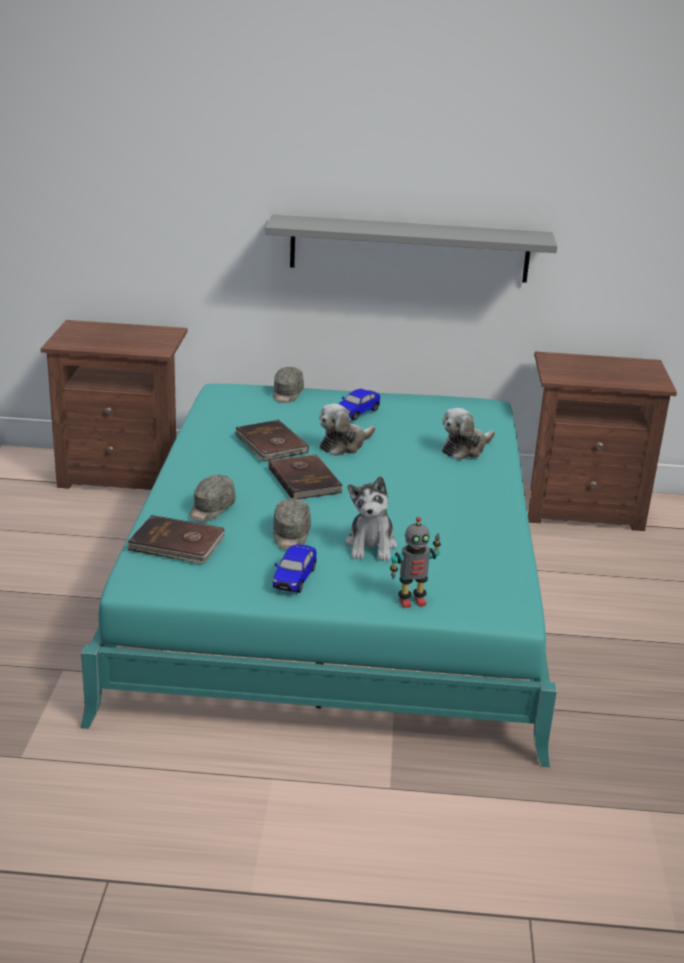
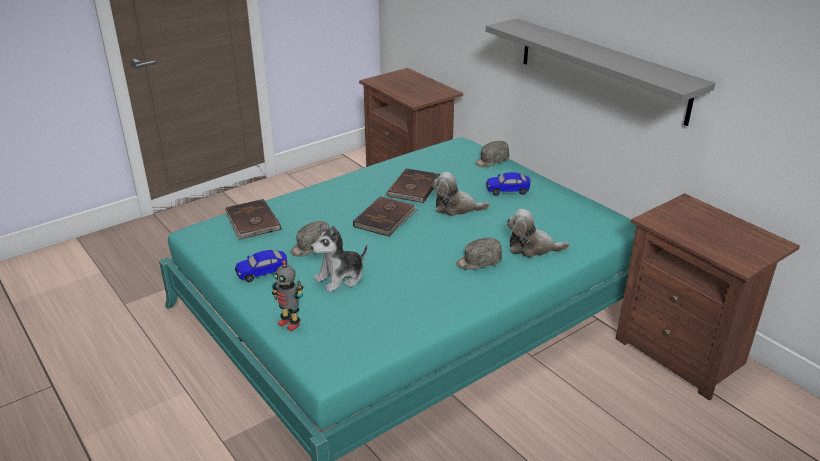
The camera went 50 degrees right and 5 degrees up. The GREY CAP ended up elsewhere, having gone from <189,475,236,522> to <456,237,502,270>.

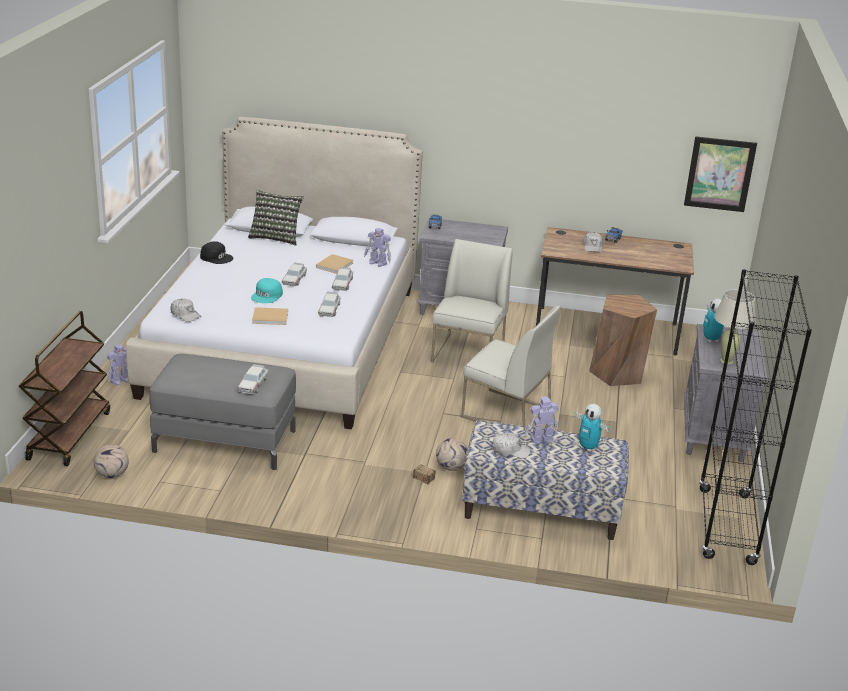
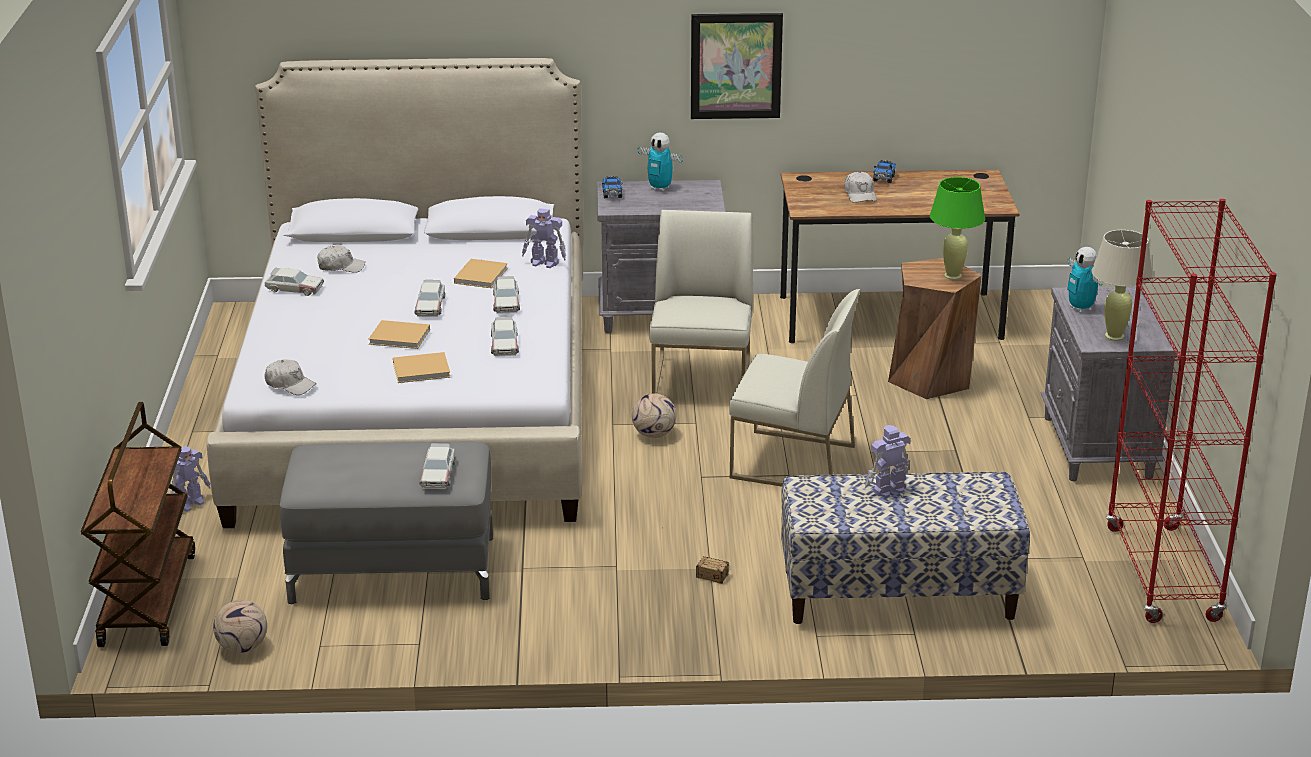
The camera went 10 degrees left and 0 degrees up. Where the BLACK CAP stood at <200,241,234,264>, the TOY CAR came to stand at <265,268,324,296>. The WHITE CAP ended up elsewhere, having gone from <493,433,531,459> to <317,245,365,273>. Where the TURQUOISE CAP stood at <251,278,283,303>, the BEIGE BOOK came to stand at <369,320,430,349>. The FOOTBALL ended up elsewhere, having gone from <436,438,468,471> to <632,393,676,438>. The TOY ROBOT ended up elsewhere, having gone from <574,404,611,452> to <638,133,683,192>. The PICTURE ended up elsewhere, having gone from <684,136,757,212> to <691,13,783,119>. The second view gained the GREEN TABLE LAMP at <930,177,985,280>. What was the BLACK BOOKCASE at <699,269,812,565> turned into the RED BOOKCASE at <1106,199,1277,623>. The second view lost the PILLOW at <248,190,304,246>.

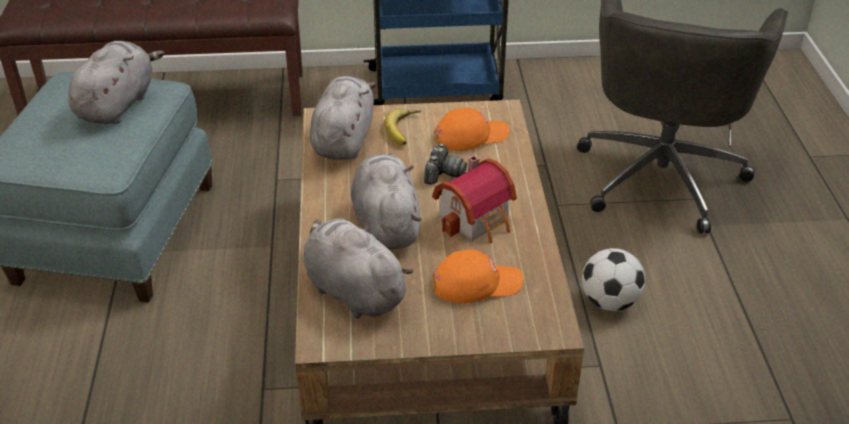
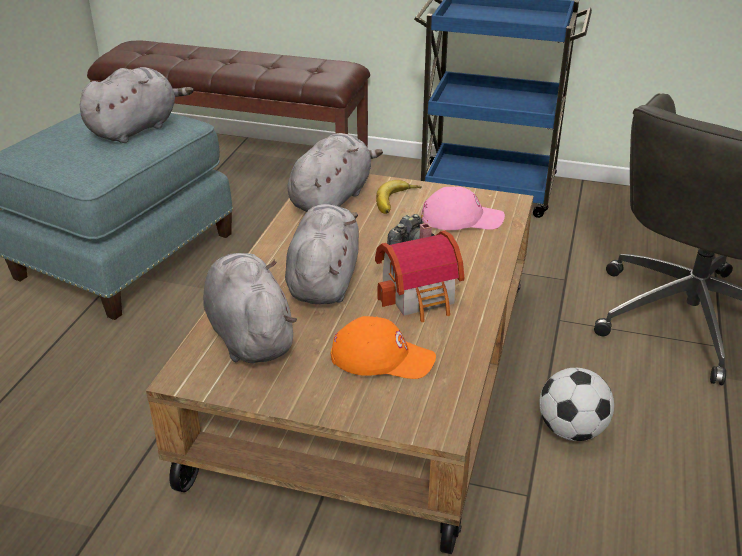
The camera went 20 degrees right and 5 degrees down. What was the ORANGE CAP at <434,107,509,151> turned into the PINK CAP at <421,187,505,230>.

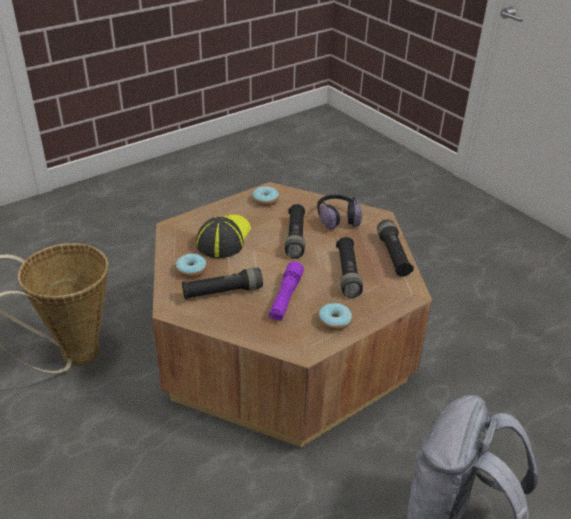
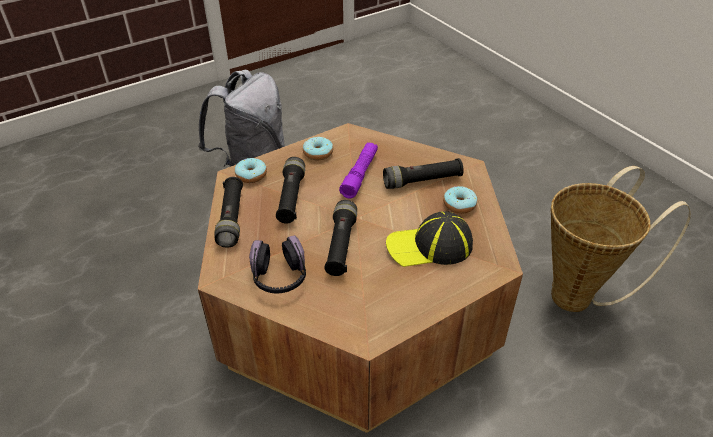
The camera went 175 degrees left and 5 degrees up. The DONUT ended up elsewhere, having gone from <252,186,279,206> to <235,158,267,183>. The CAP at <196,215,251,258> ended up facing another way, 60 degrees clockwise from before.

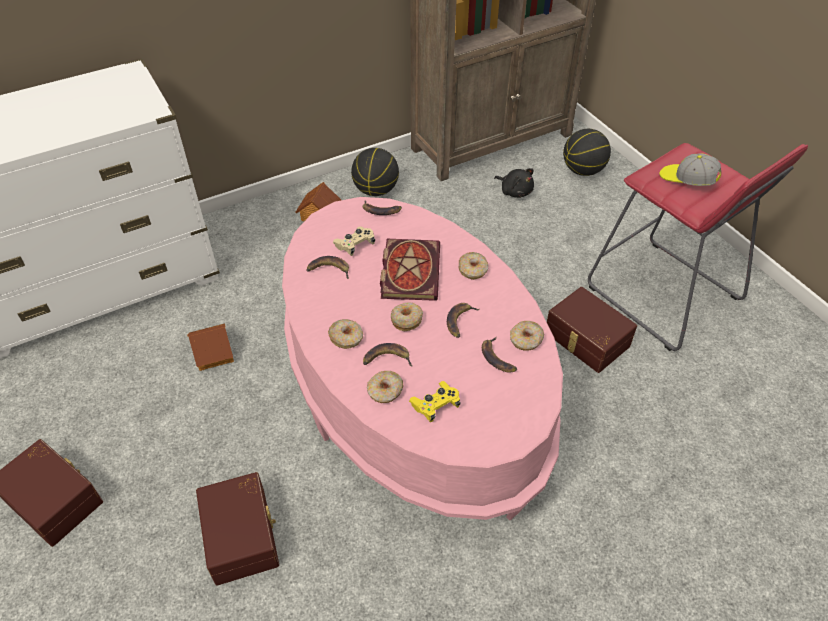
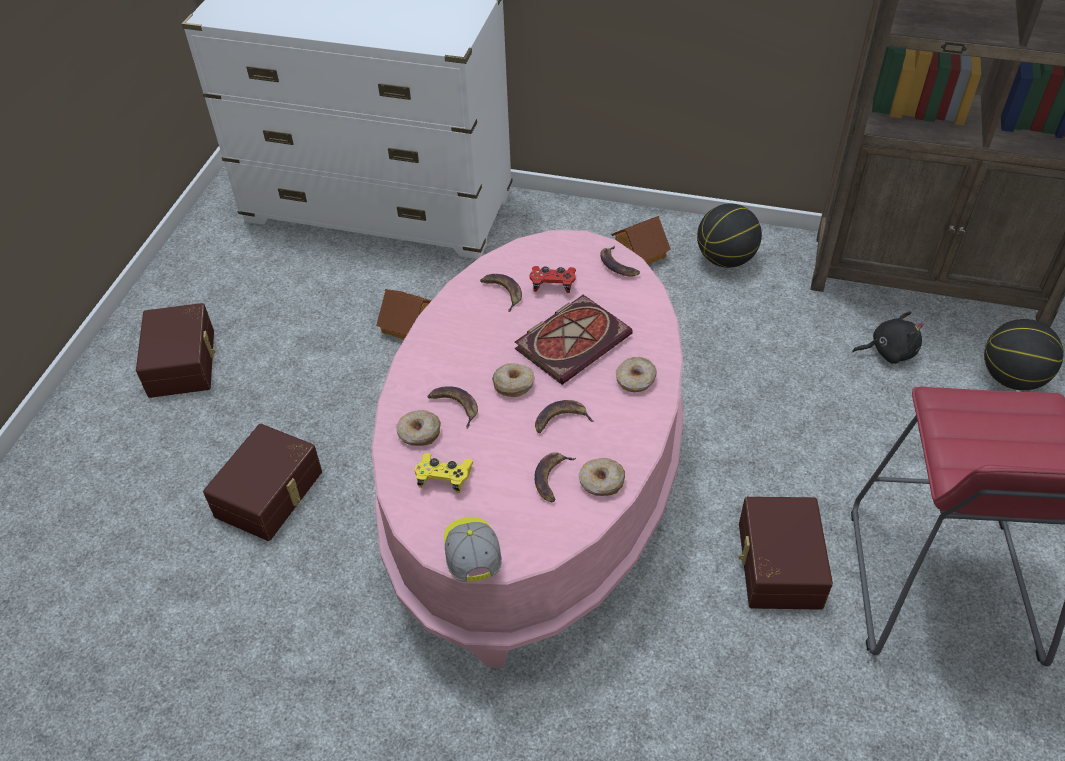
The camera went 45 degrees right and 0 degrees up. The CAP ended up elsewhere, having gone from <659,153,721,186> to <444,517,502,582>. What was the BEIGE GAME CONTROLLER at <333,226,375,256> turned into the RED GAME CONTROLLER at <530,266,576,293>. The BLACK PLUSH TOY at <494,168,534,198> ended up facing another way, 90 degrees counterclockwise from before. The second view lost the DONUT at <328,319,363,349>.

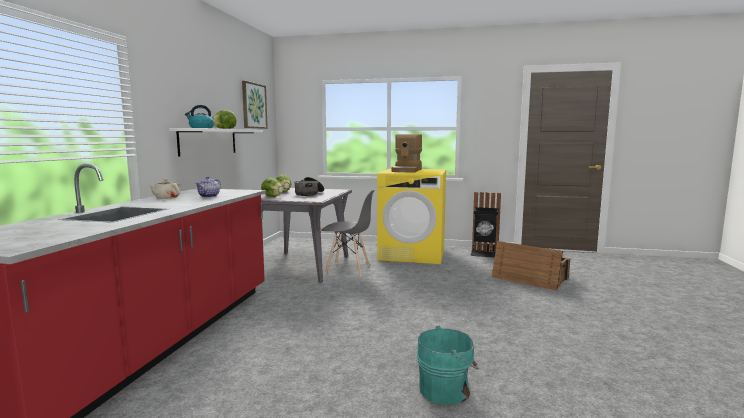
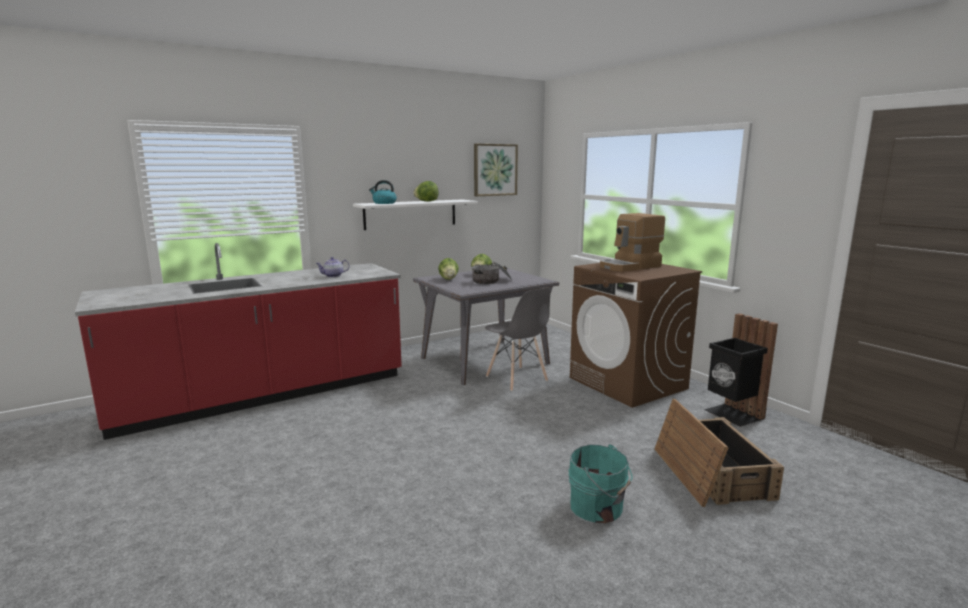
The camera went 45 degrees right and 5 degrees up. The TURQUOISE BUCKET ended up elsewhere, having gone from <417,326,479,405> to <568,444,633,523>. What was the YELLOW WASHING MACHINE at <377,169,446,264> turned into the BROWN WASHING MACHINE at <570,263,702,408>. The second view lost the BEIGE TEAPOT at <148,179,181,199>.

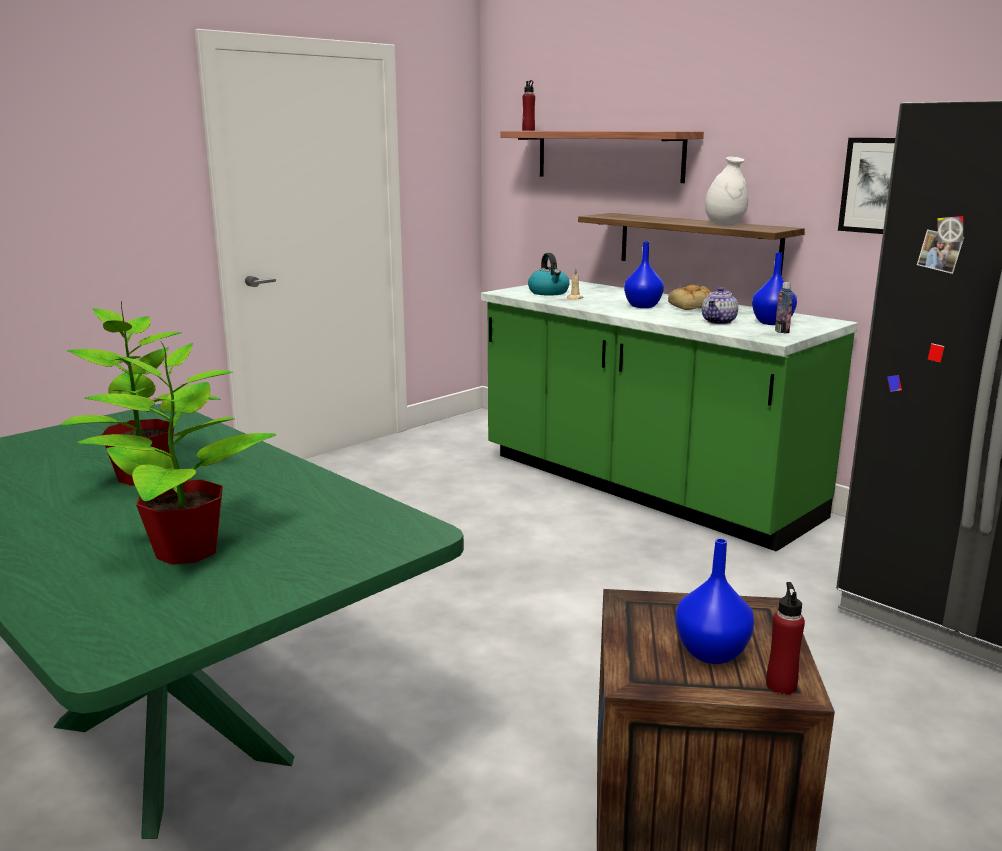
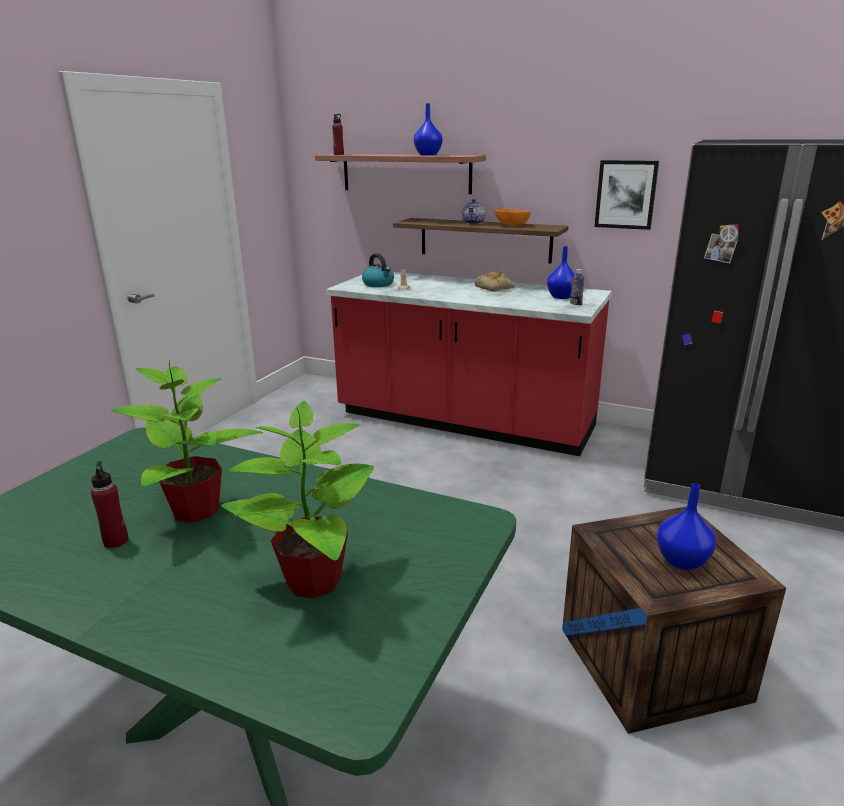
The camera went 20 degrees left and 5 degrees up. The RED BOTTLE ended up elsewhere, having gone from <766,582,805,695> to <91,461,128,548>. What was the GREEN COUNTER at <481,280,858,552> turned into the RED COUNTER at <326,272,612,456>. The BLUE VASE ended up elsewhere, having gone from <624,241,664,308> to <414,103,442,155>. The TEAPOT ended up elsewhere, having gone from <702,287,738,324> to <462,199,486,224>. Where the WHITE VASE stood at <705,157,748,226>, the ORANGE BOWL came to stand at <495,209,531,226>.

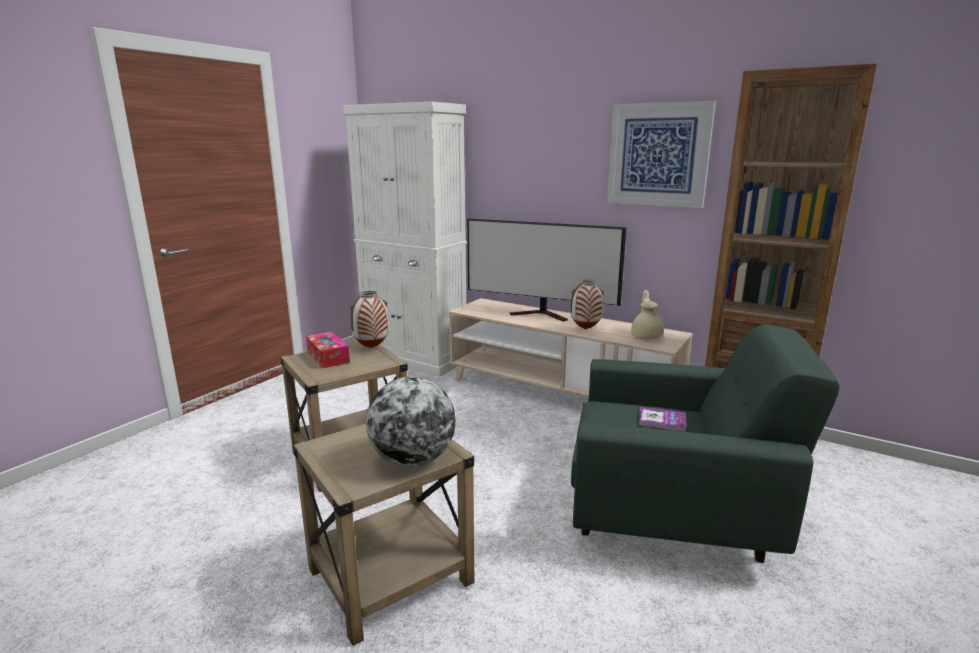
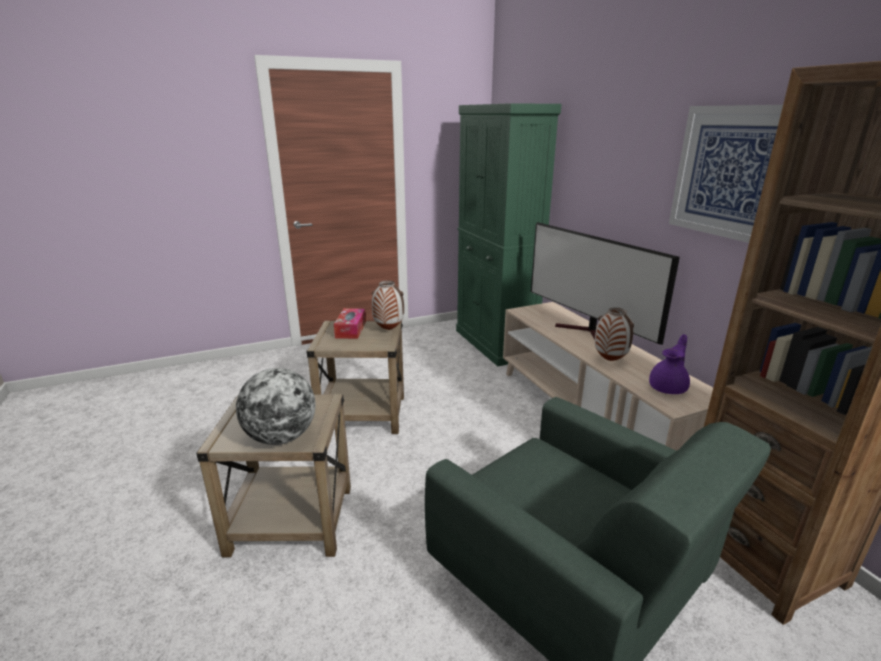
The camera went 35 degrees right and 5 degrees up. What was the WHITE CABINET at <343,102,467,377> turned into the GREEN CABINET at <456,103,561,366>. What was the BEIGE TEAPOT at <631,290,664,340> turned into the PURPLE TEAPOT at <649,334,690,394>. The second view lost the BOOK at <638,407,687,432>.

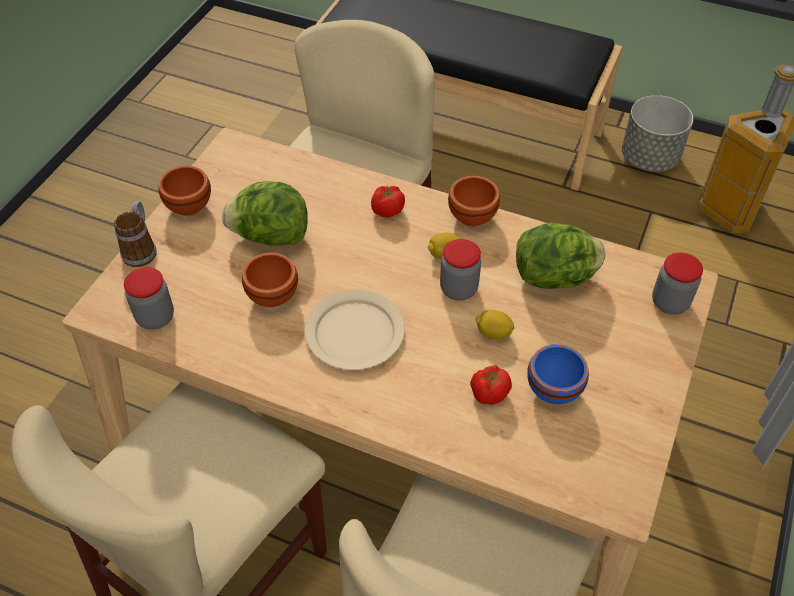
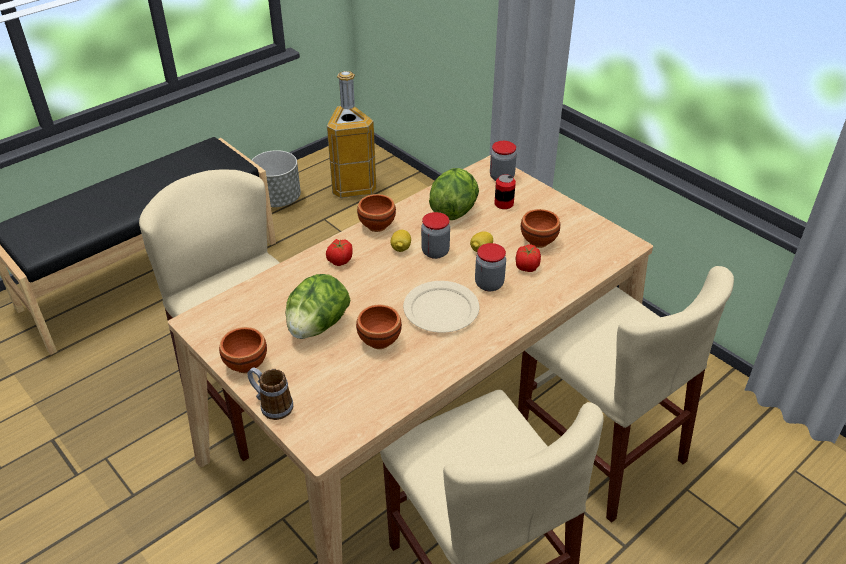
The camera went 65 degrees left and 10 degrees down. The JAR ended up elsewhere, having gone from <124,267,174,330> to <475,243,506,291>. The second view gained the CAN at <494,174,516,209>. What was the BLUE BOWL at <527,344,589,404> turned into the BROWN BOWL at <521,209,560,248>.

